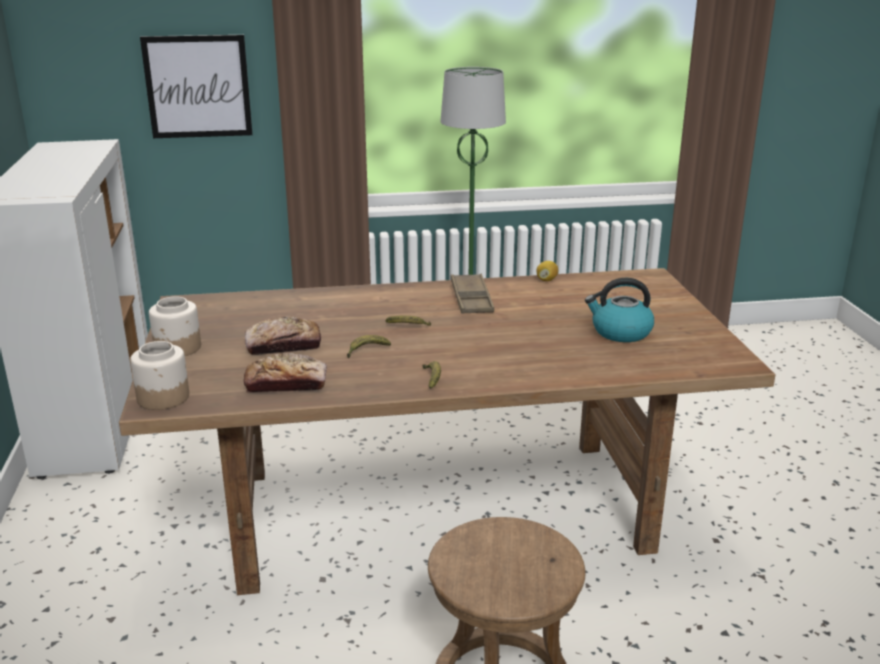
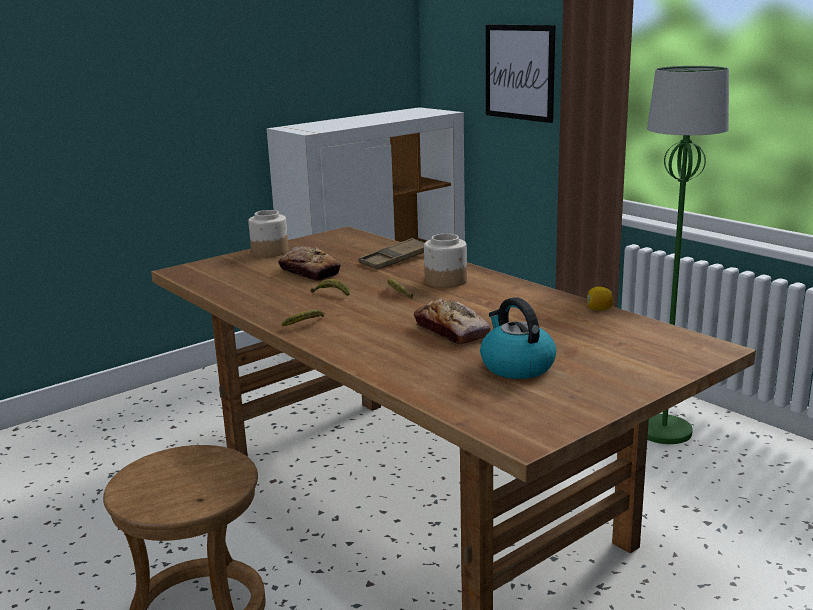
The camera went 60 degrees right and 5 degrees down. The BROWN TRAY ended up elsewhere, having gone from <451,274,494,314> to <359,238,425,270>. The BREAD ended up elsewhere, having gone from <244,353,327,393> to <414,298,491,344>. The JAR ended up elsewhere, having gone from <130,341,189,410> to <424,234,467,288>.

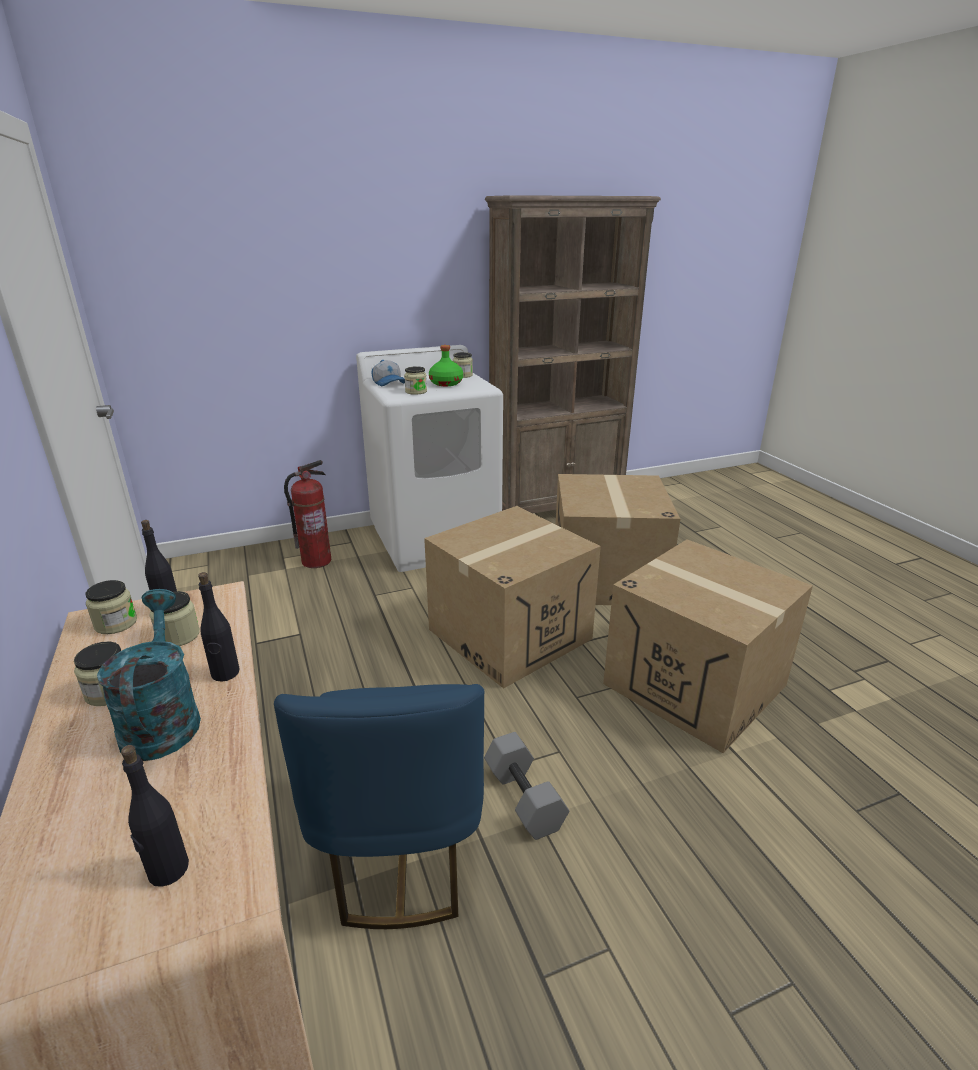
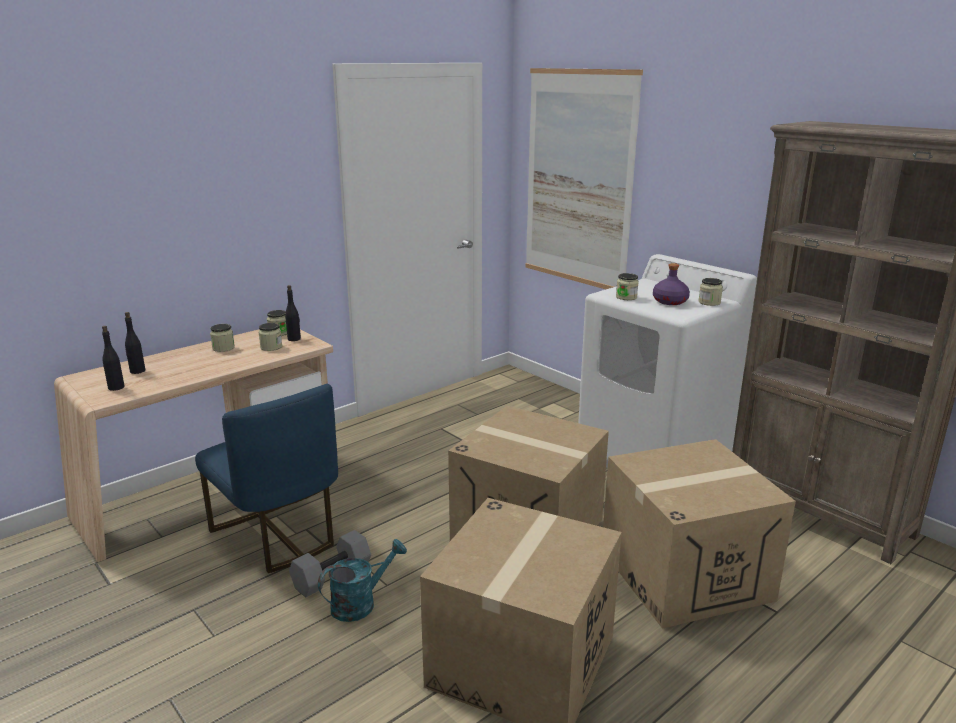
The camera went 70 degrees right and 5 degrees down. The BLACK BOTTLE ended up elsewhere, having gone from <198,572,240,682> to <125,312,145,374>. The BLUE CHAIR at <274,684,484,929> ended up facing another way, 105 degrees counterclockwise from before. The TURQUOISE WATERING CAN ended up elsewhere, having gone from <97,589,201,761> to <318,539,407,622>. The second view gained the PICTURE at <525,68,643,289>. What was the GREEN BOTTLE at <429,345,463,386> turned into the PURPLE BOTTLE at <653,263,690,305>. The second view lost the FIRE EXTINGUISHER at <284,460,331,568>. The second view lost the CAP at <371,360,405,386>.

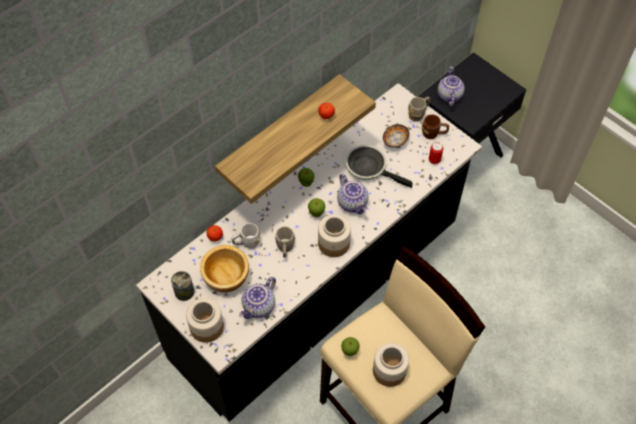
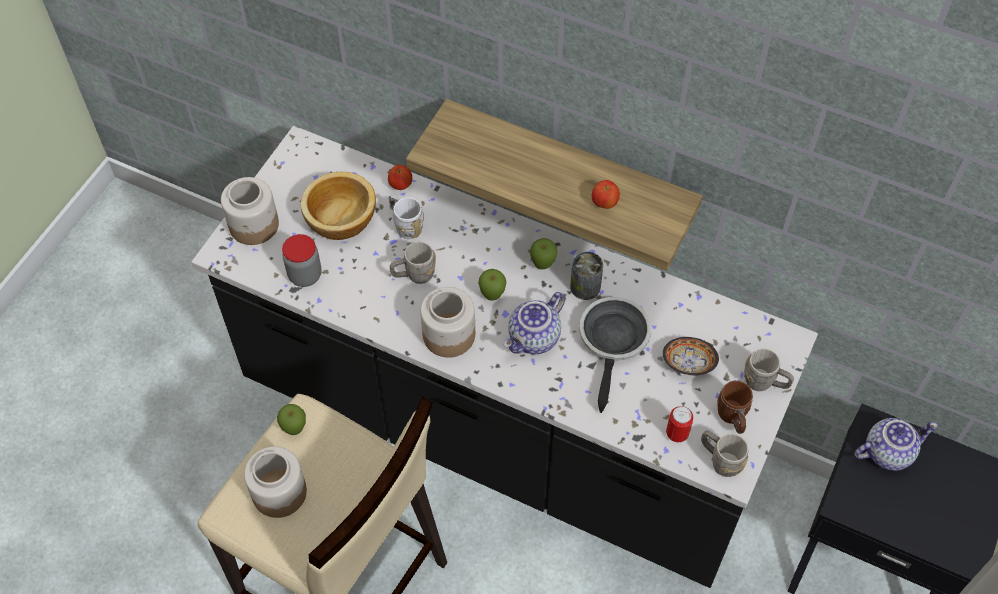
The camera went 70 degrees right and 0 degrees up. Where the TEAPOT stood at <239,277,276,319>, the JAR came to stand at <282,234,322,287>. The CAN ended up elsewhere, having gone from <171,271,194,301> to <570,252,603,300>. The second view gained the GREY MUG at <701,430,748,477>.

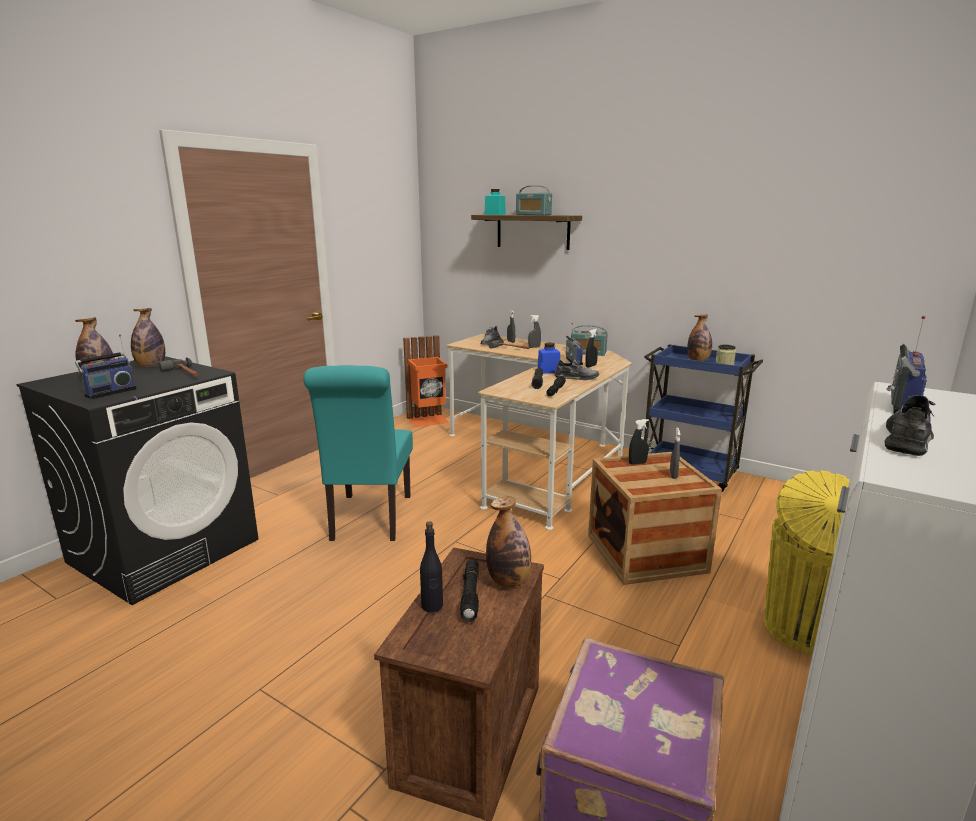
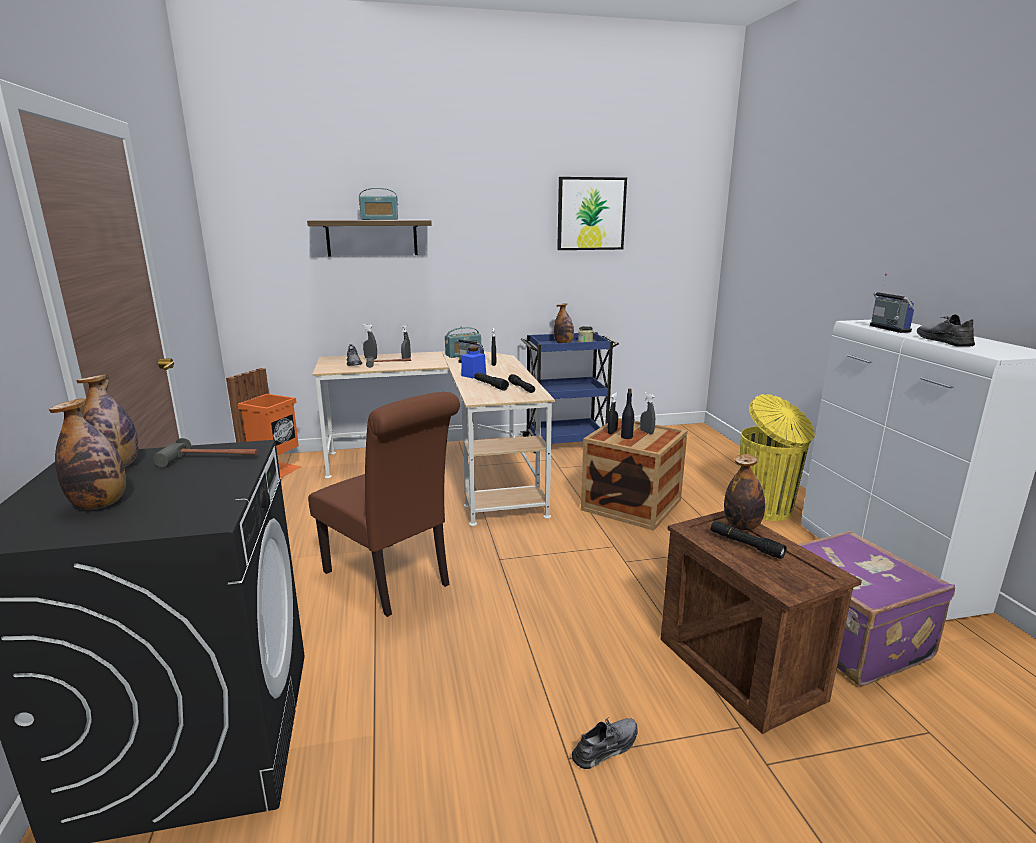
The camera went 45 degrees left and 0 degrees up. What was the TURQUOISE CHAIR at <303,365,413,541> turned into the BROWN CHAIR at <308,392,460,617>. The second view gained the PICTURE at <557,177,627,250>. The GREY SHOE ended up elsewhere, having gone from <554,359,599,380> to <572,716,638,769>. The BLACK BOTTLE ended up elsewhere, having gone from <420,521,443,612> to <621,389,634,439>. The second view lost the RADIO at <75,334,136,399>. The second view lost the TURQUOISE JAR at <484,189,506,215>.

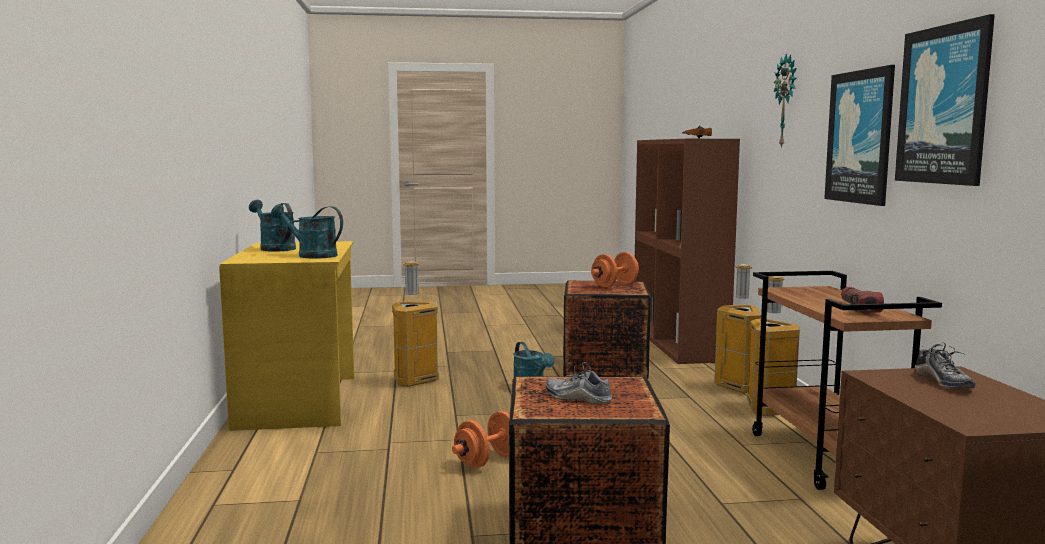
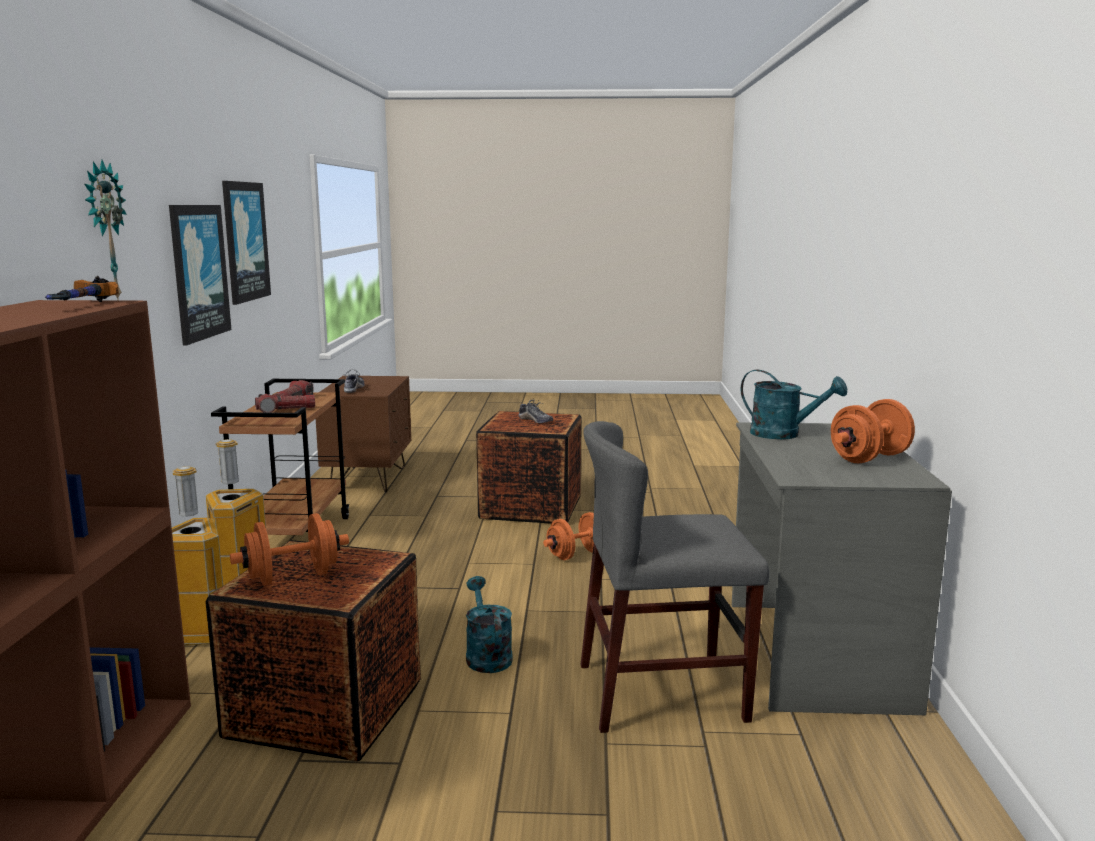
The camera went 170 degrees left and 5 degrees up. The second view gained the FLASHLIGHT at <255,394,315,413>. Where the TRASH CAN stood at <392,261,439,387>, the GREY CHAIR came to stand at <581,421,769,733>. What was the YELLOW DESK at <219,241,354,431> turned into the GREY DESK at <732,422,952,715>. Where the TURQUOISE WATERING CAN stood at <249,200,296,252>, the ORANGE DUMBBELL came to stand at <831,399,915,463>.

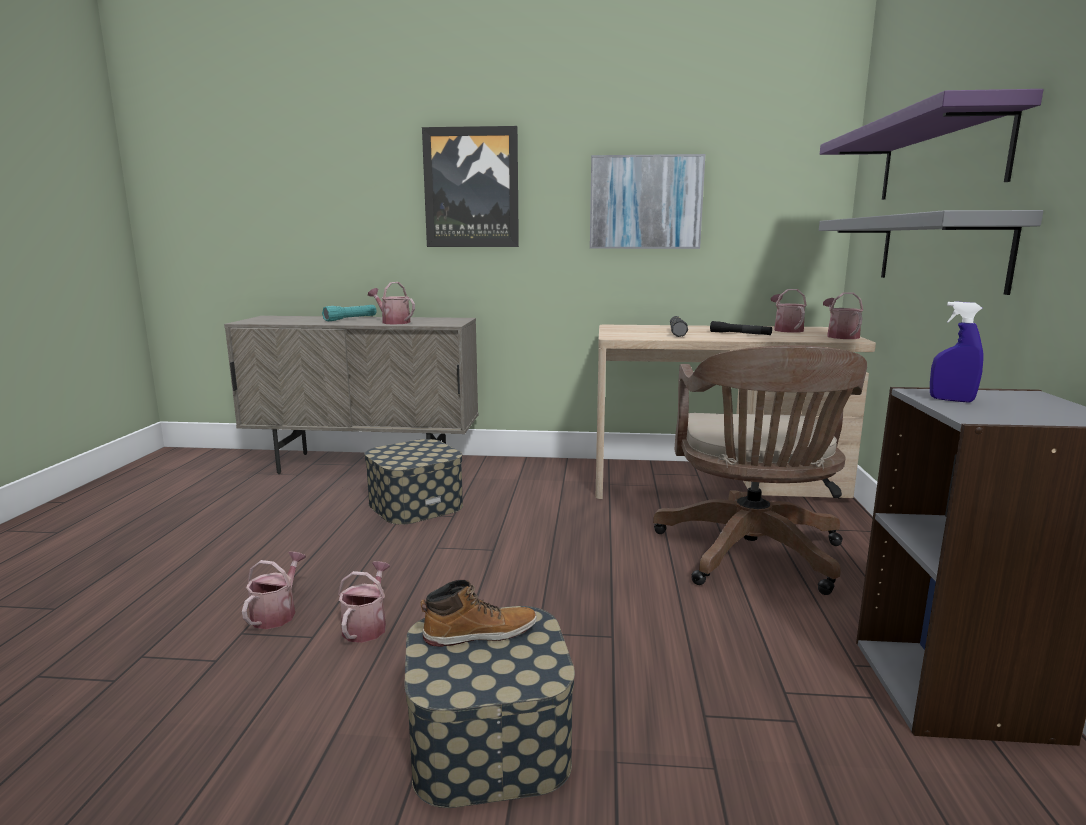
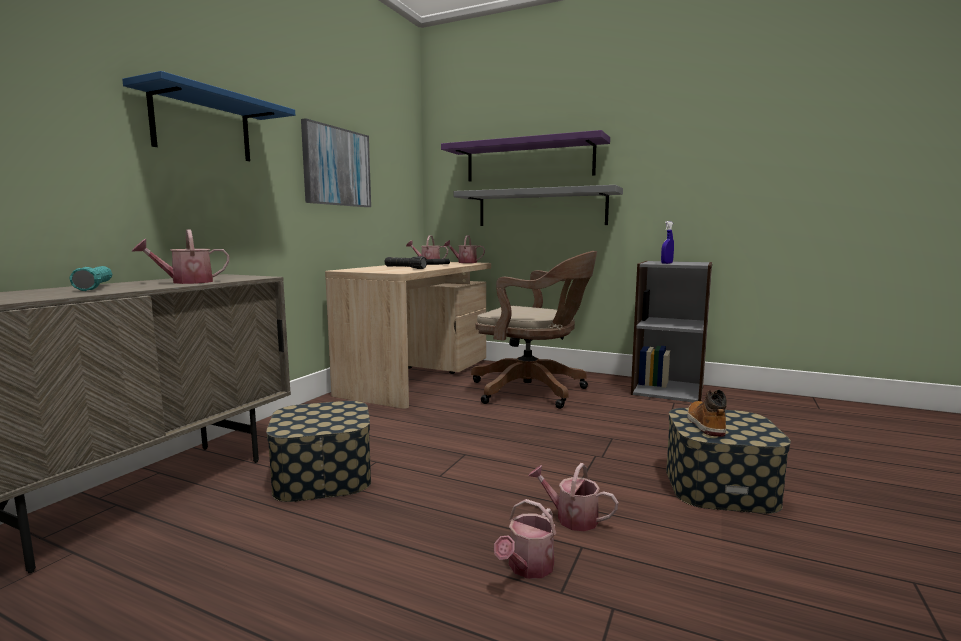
The camera went 70 degrees left and 5 degrees down. Where the PICTURE hung at <422,126,519,247>, the BLUE SHELF came to hang at <122,71,295,161>. The WATERING CAN at <242,552,306,629> ended up facing another way, 90 degrees counterclockwise from before.

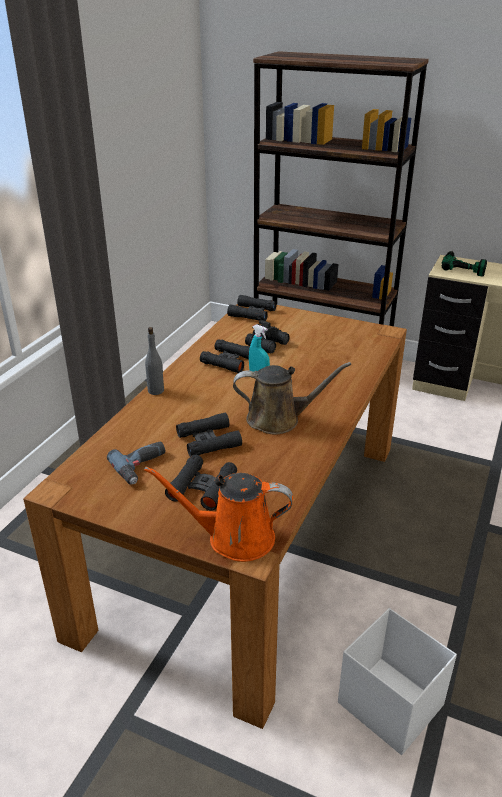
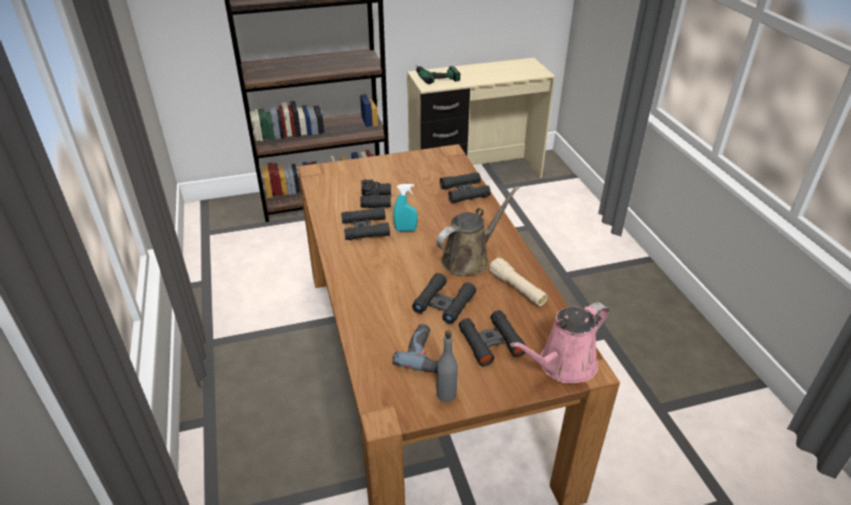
The camera went 40 degrees left and 5 degrees up. The GREY BOTTLE ended up elsewhere, having gone from <145,327,164,395> to <436,330,458,402>. The BLACK BINOCULARS ended up elsewhere, having gone from <227,295,277,321> to <440,172,491,203>. The second view gained the BEIGE FLASHLIGHT at <489,258,547,306>. What was the ORANGE WATERING CAN at <144,466,293,562> turned into the PINK WATERING CAN at <510,302,609,383>. The second view lost the WHITE STORAGE BOX at <338,608,457,755>.

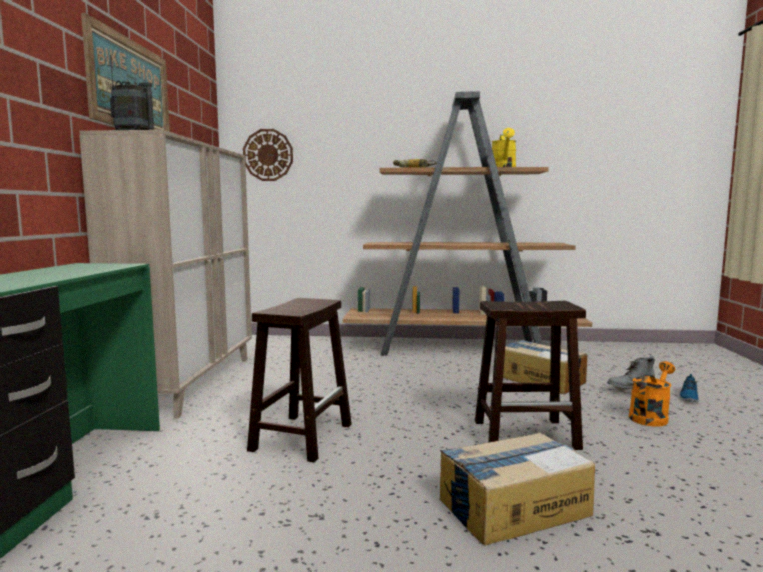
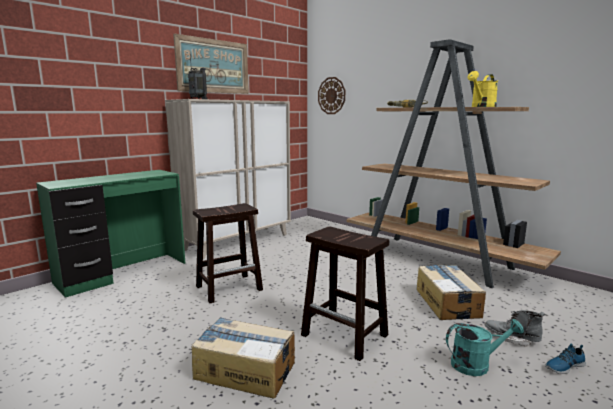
The camera went 40 degrees right and 5 degrees up. What was the ORANGE WATERING CAN at <629,361,675,426> turned into the TURQUOISE WATERING CAN at <446,319,524,376>.

